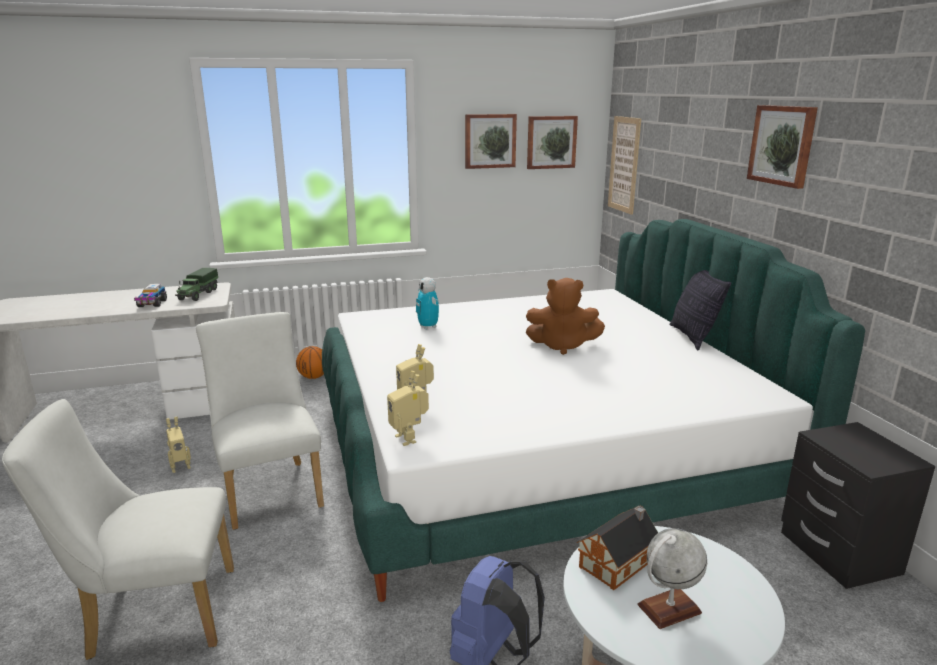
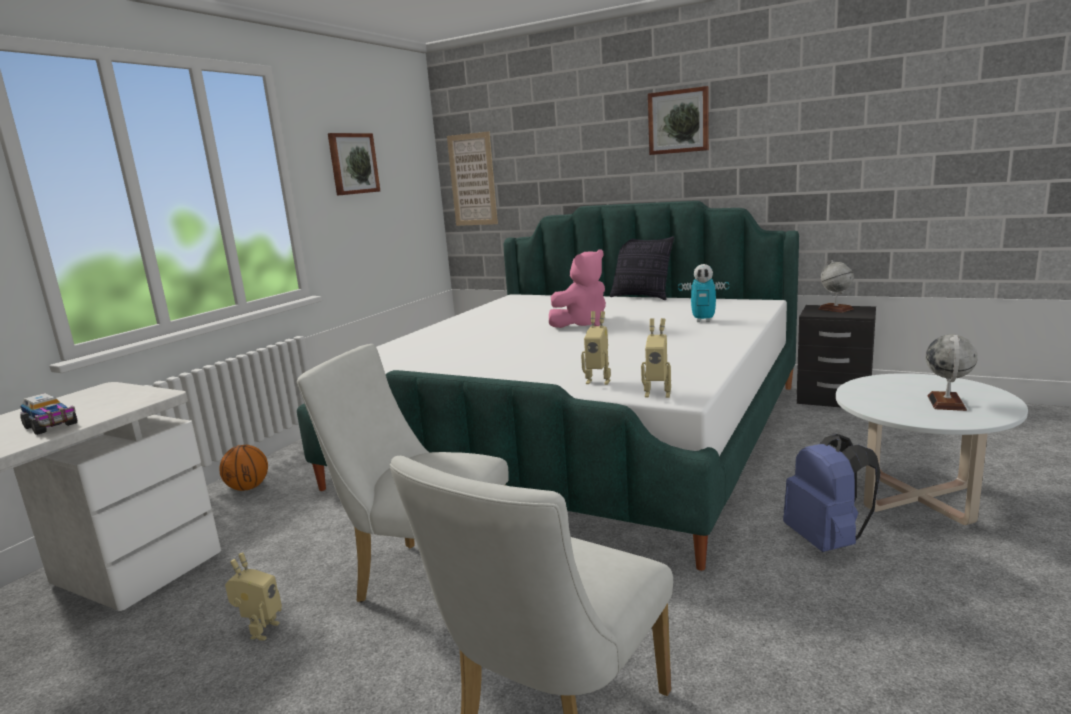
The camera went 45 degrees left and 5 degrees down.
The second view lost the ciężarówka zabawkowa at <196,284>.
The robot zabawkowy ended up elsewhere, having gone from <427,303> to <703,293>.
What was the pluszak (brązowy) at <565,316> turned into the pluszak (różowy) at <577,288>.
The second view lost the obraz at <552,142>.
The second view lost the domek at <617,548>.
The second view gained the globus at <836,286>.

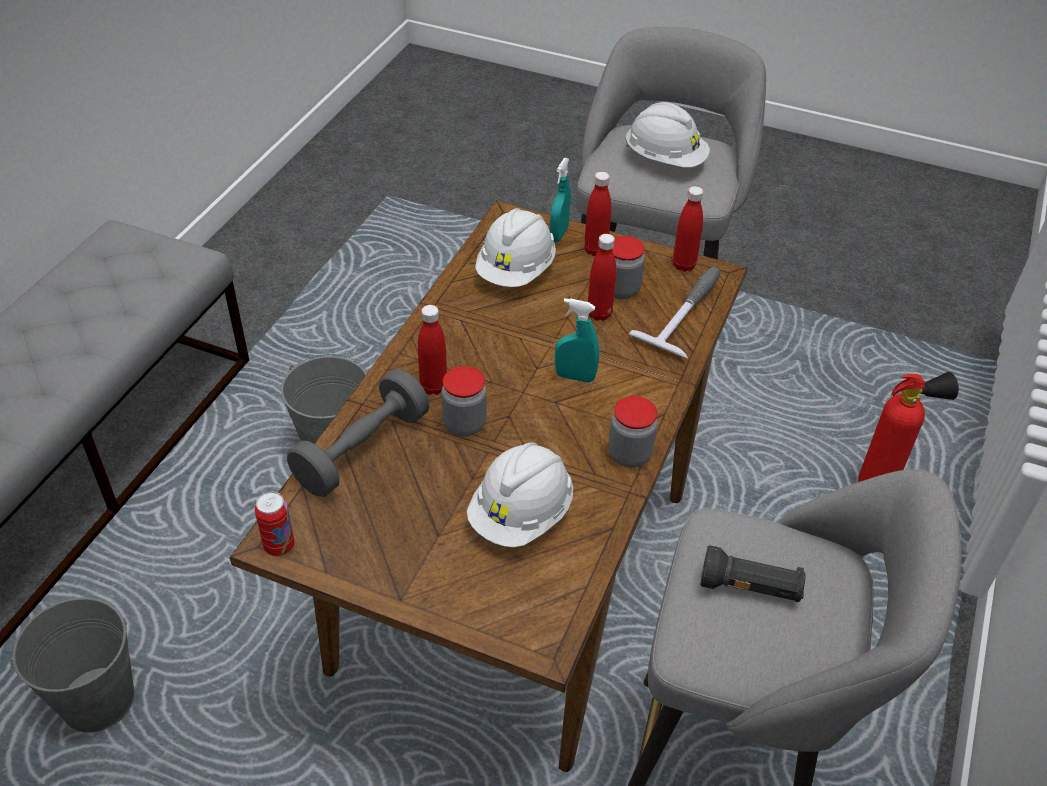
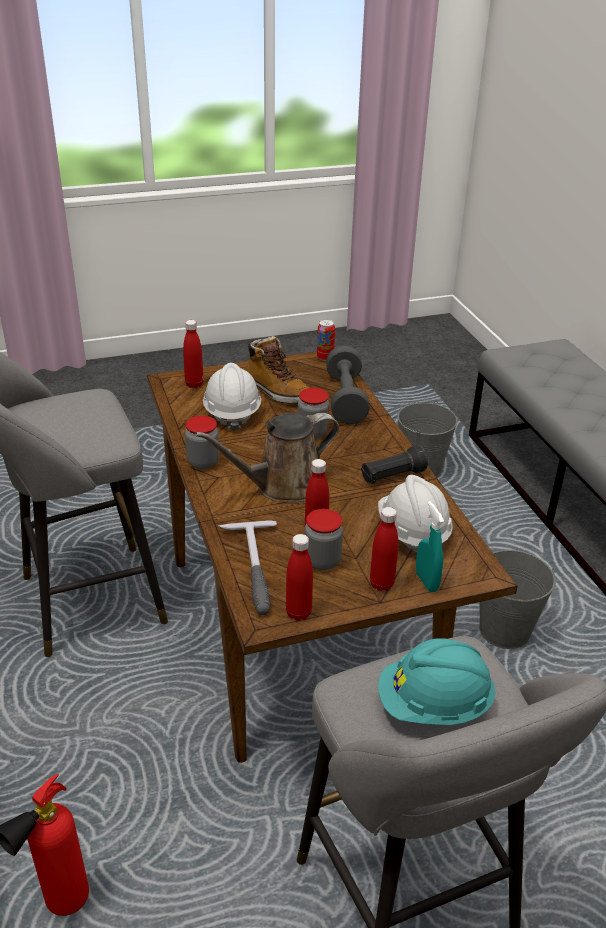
The camera went 140 degrees right and 10 degrees down.
The butelka (czerwony) ended up elsewhere, having gone from <432,350> to <193,354>.
Where the spryskiwacz (turkusowy) stood at <577,340>, the konewka (brązowy) came to stand at <267,457>.
What was the kask (biały) at <667,135> turned into the kask (turkusowy) at <437,681>.
The latarka (czarny) ended up elsewhere, having gone from <753,573> to <394,464>.
The second view gained the but z cholewką at <278,370>.

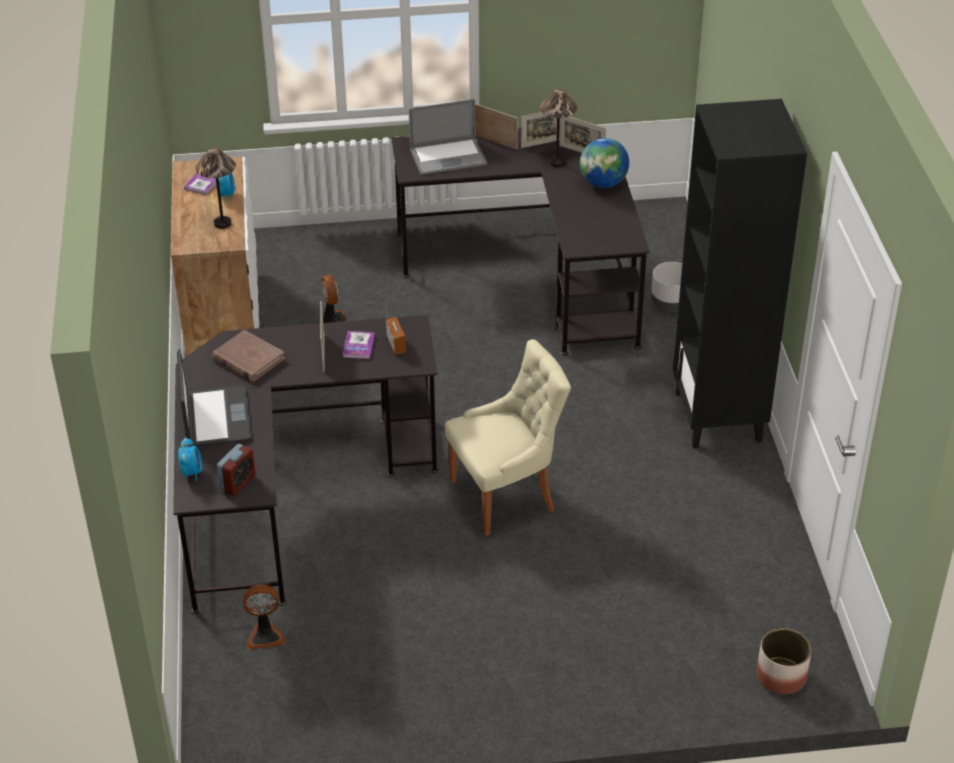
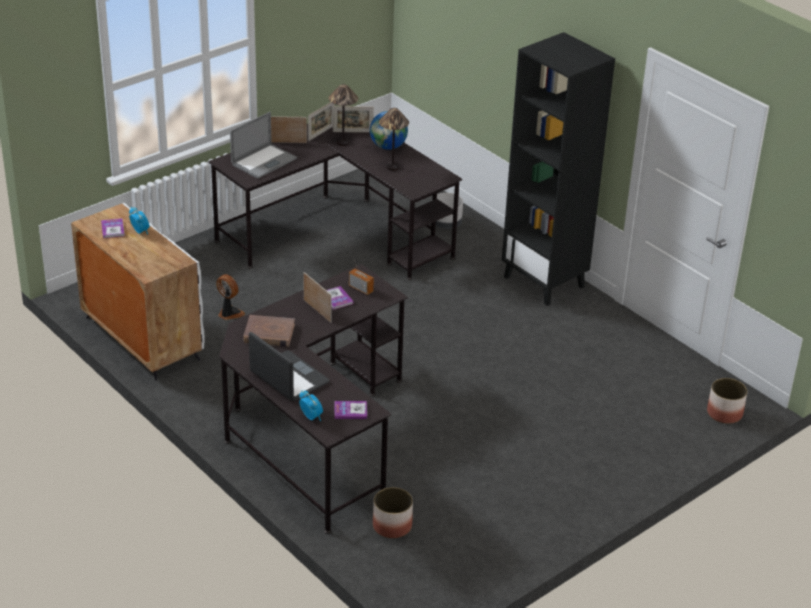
The camera went 35 degrees left and 5 degrees down.
The lampa stołowa ended up elsewhere, having gone from <215,188> to <394,139>.
Where the budzik stood at <236,470>, the książka came to stand at <351,410>.
Where the wentylator stood at <264,617>, the donica came to stand at <393,512>.
The second view lost the krzesło (beżowy) at <508,437>.

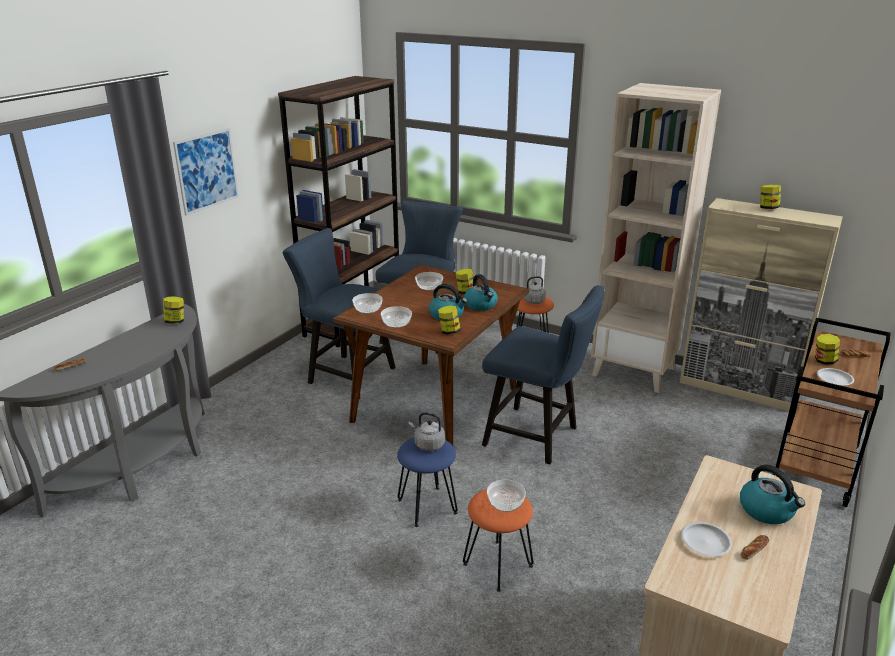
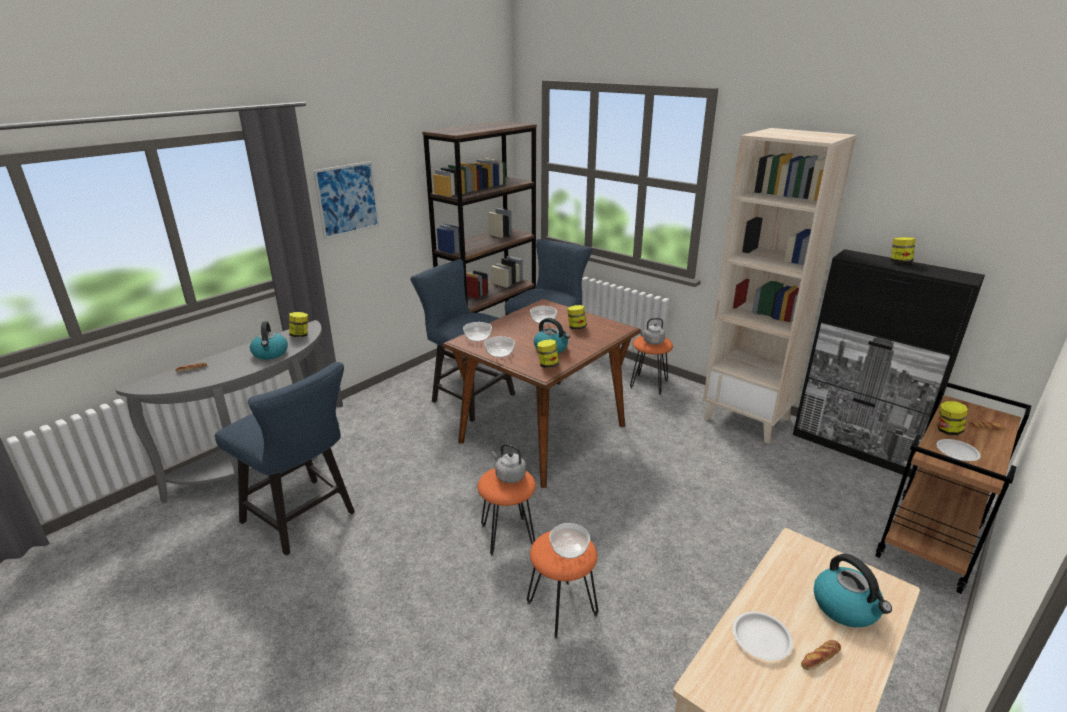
The camera went 10 degrees right and 0 degrees up.
What was the stołek (niebieski) at <427,482> turned into the stołek (pomarańczowy) at <506,512>.
The czajnik ended up elsewhere, having gone from <481,292> to <269,340>.
The krzesło (niebieski) ended up elsewhere, having gone from <543,374> to <285,459>.
What was the szafka (beżowy) at <761,304> turned into the szafka (czarny) at <889,363>.

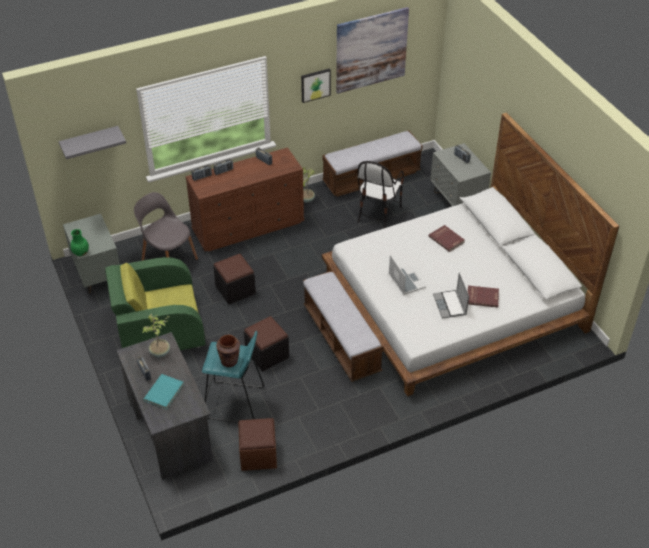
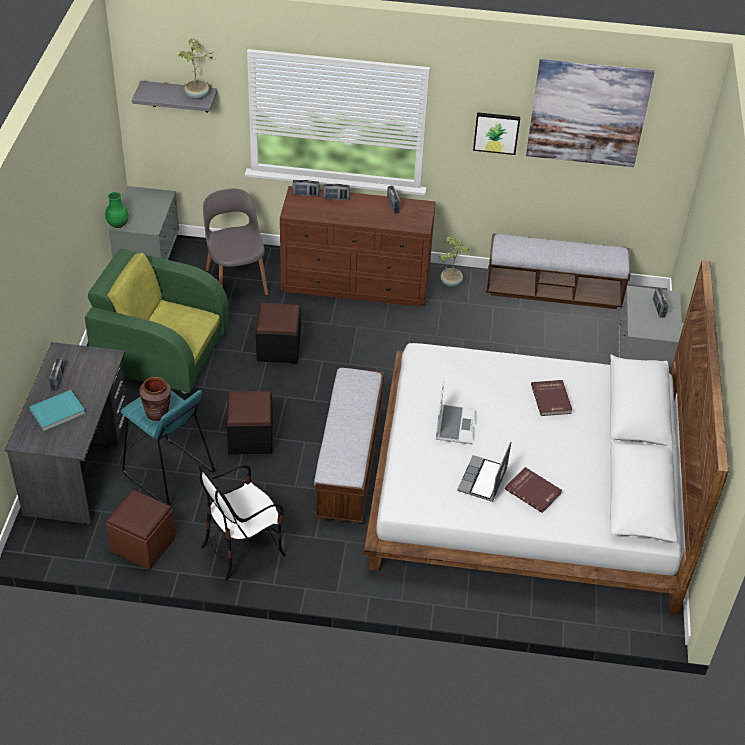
The camera went 30 degrees right and 0 degrees up.
The roślina doniczkowa ended up elsewhere, having gone from <156,335> to <197,69>.
The krzesło ended up elsewhere, having gone from <380,194> to <242,523>.

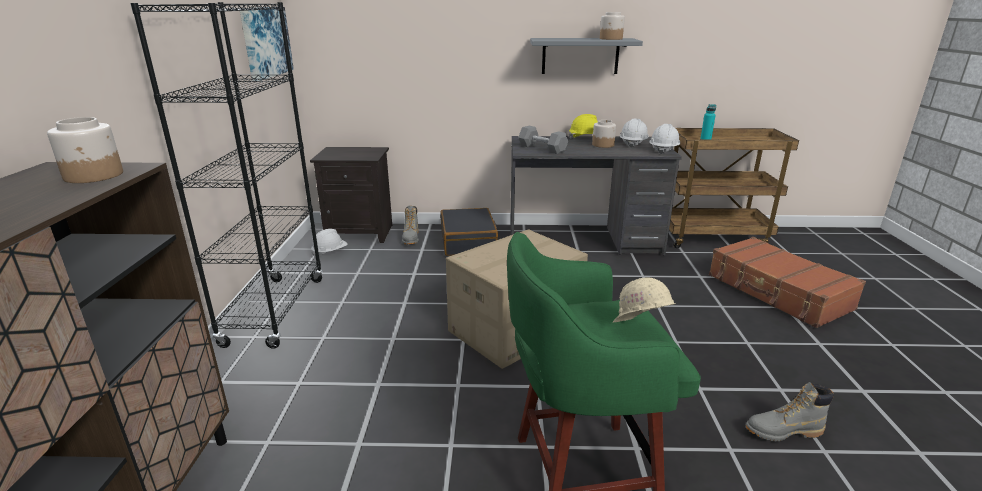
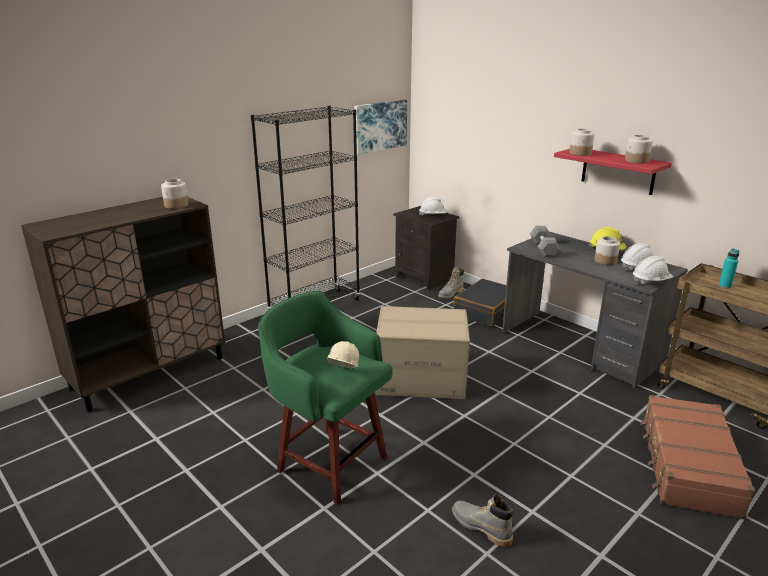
The camera went 45 degrees right and 0 degrees up.
The kask (biały) ended up elsewhere, having gone from <329,243> to <433,206>.
What was the półka (szary) at <586,56> turned into the półka (czerwony) at <613,172>.
The second view gained the słoik at <582,142>.

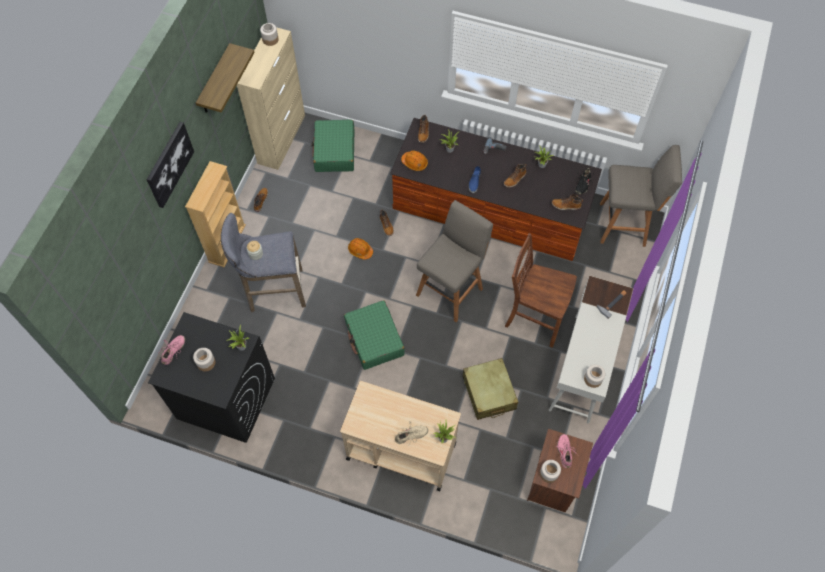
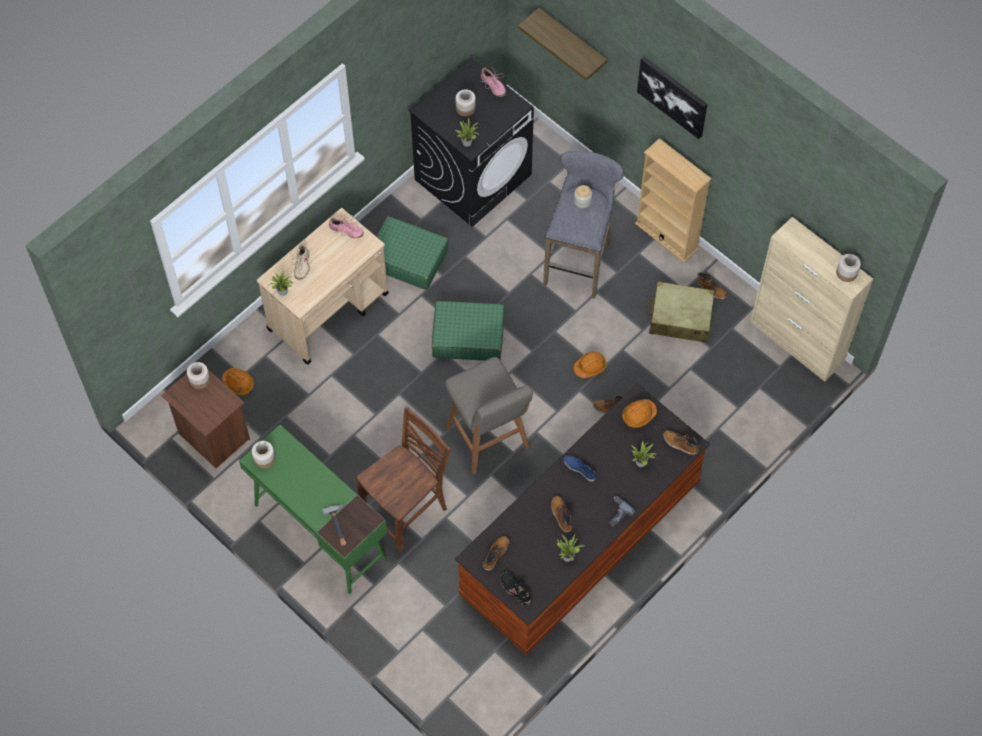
The camera went 115 degrees right and 0 degrees up.
The półka ended up elsewhere, having gone from <225,78> to <562,44>.
The walizka (zielony) ended up elsewhere, having gone from <333,146> to <412,253>.
The walizka (beżowy) ended up elsewhere, having gone from <490,389> to <681,312>.
What was the biurko (biały) at <591,349> turned into the biurko (zielony) at <313,509>.
The but (różowy) ended up elsewhere, having gone from <567,451> to <346,226>.
The second view lost the stołek (szary) at <641,196>.
The second view gained the kask (pomarańczowy) at <238,381>.

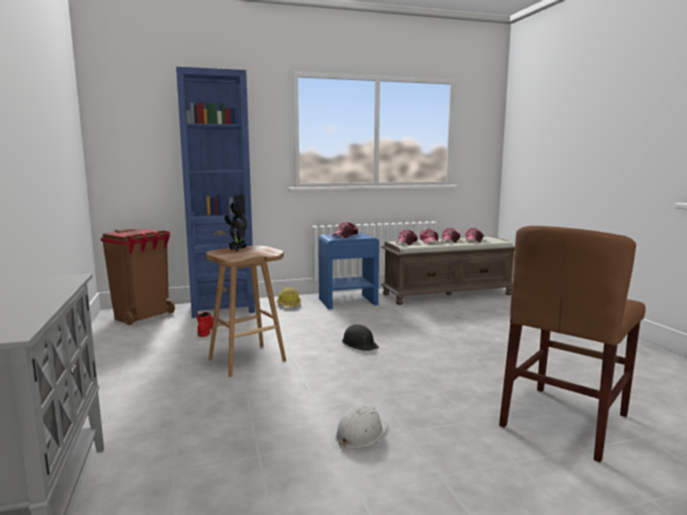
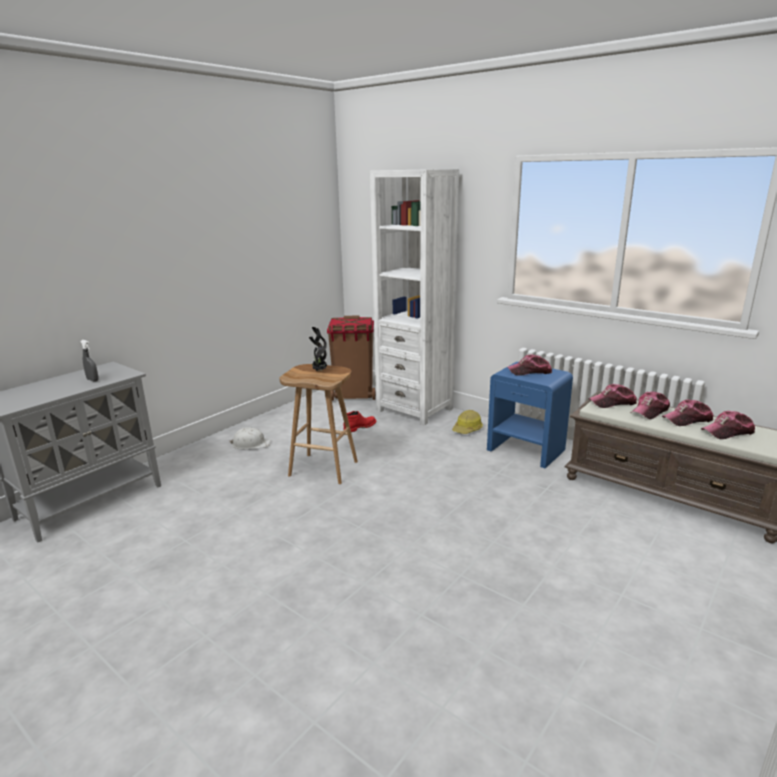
The camera went 55 degrees right and 10 degrees up.
What was the regał (niebieski) at <215,192> turned into the regał (biały) at <414,297>.
The kask (biały) ended up elsewhere, having gone from <361,427> to <250,438>.
The second view lost the kask (czarny) at <360,337>.
The second view lost the krzesło (brązowy) at <572,344>.
The second view gained the spryskiwacz (szary) at <90,361>.

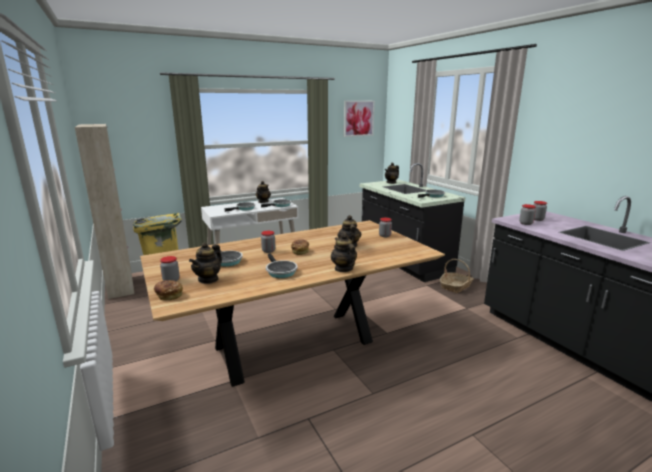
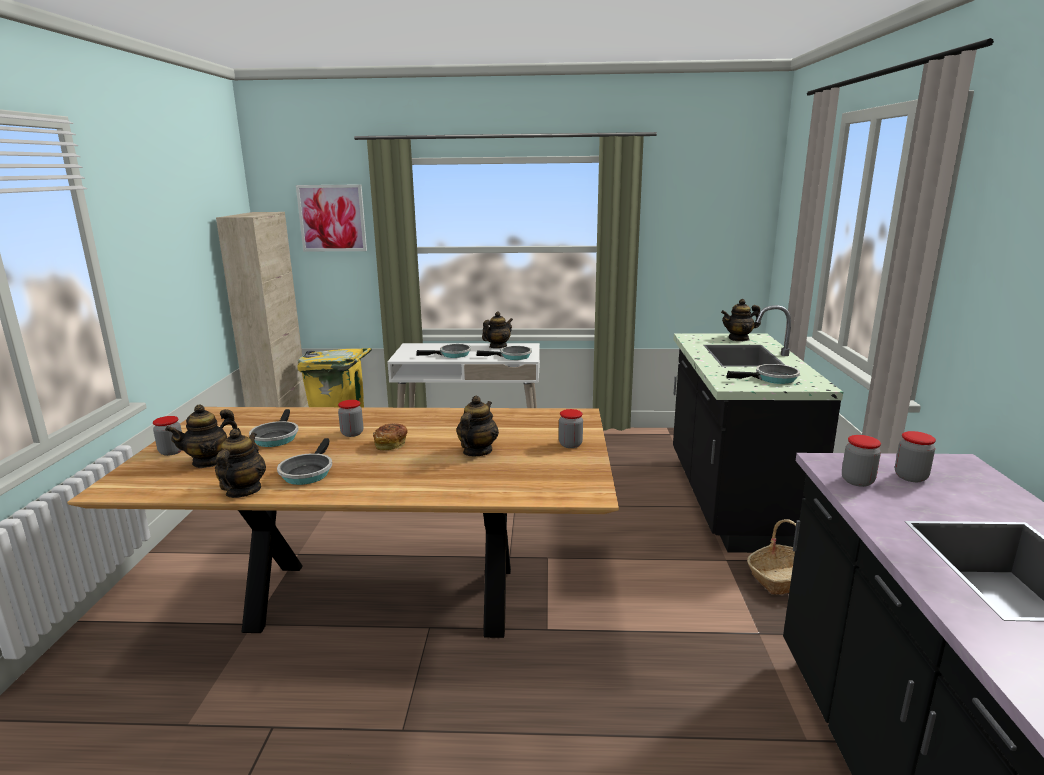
The camera went 30 degrees right and 0 degrees up.
The second view lost the chleb at <168,290>.
The imbryk ended up elsewhere, having gone from <344,252> to <240,463>.
The obraz ended up elsewhere, having gone from <359,119> to <331,217>.

